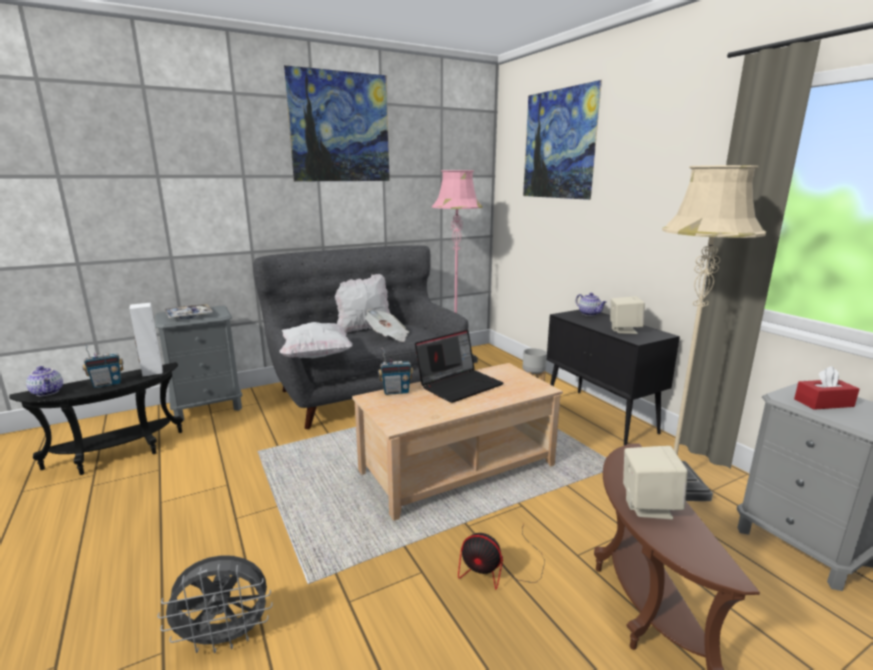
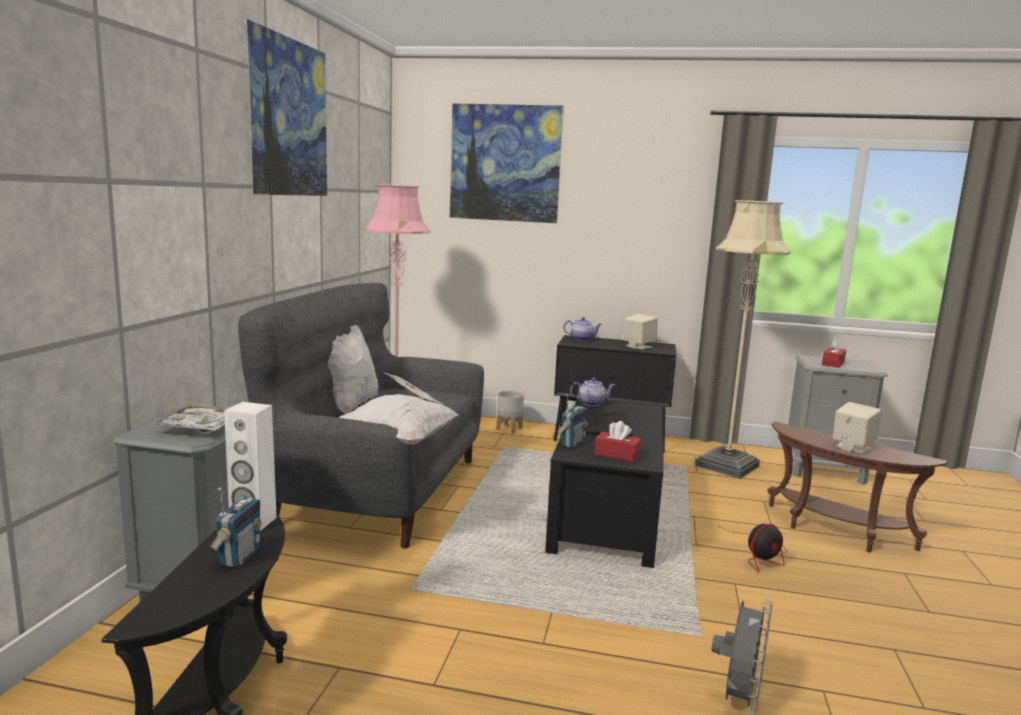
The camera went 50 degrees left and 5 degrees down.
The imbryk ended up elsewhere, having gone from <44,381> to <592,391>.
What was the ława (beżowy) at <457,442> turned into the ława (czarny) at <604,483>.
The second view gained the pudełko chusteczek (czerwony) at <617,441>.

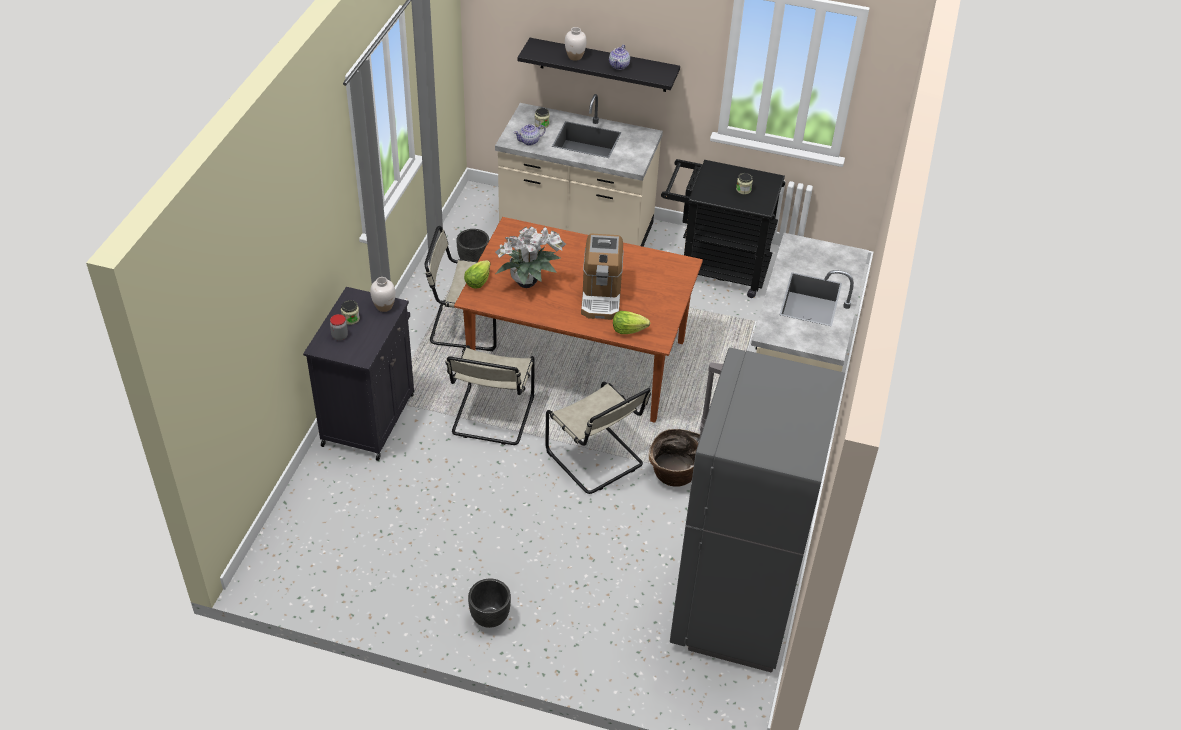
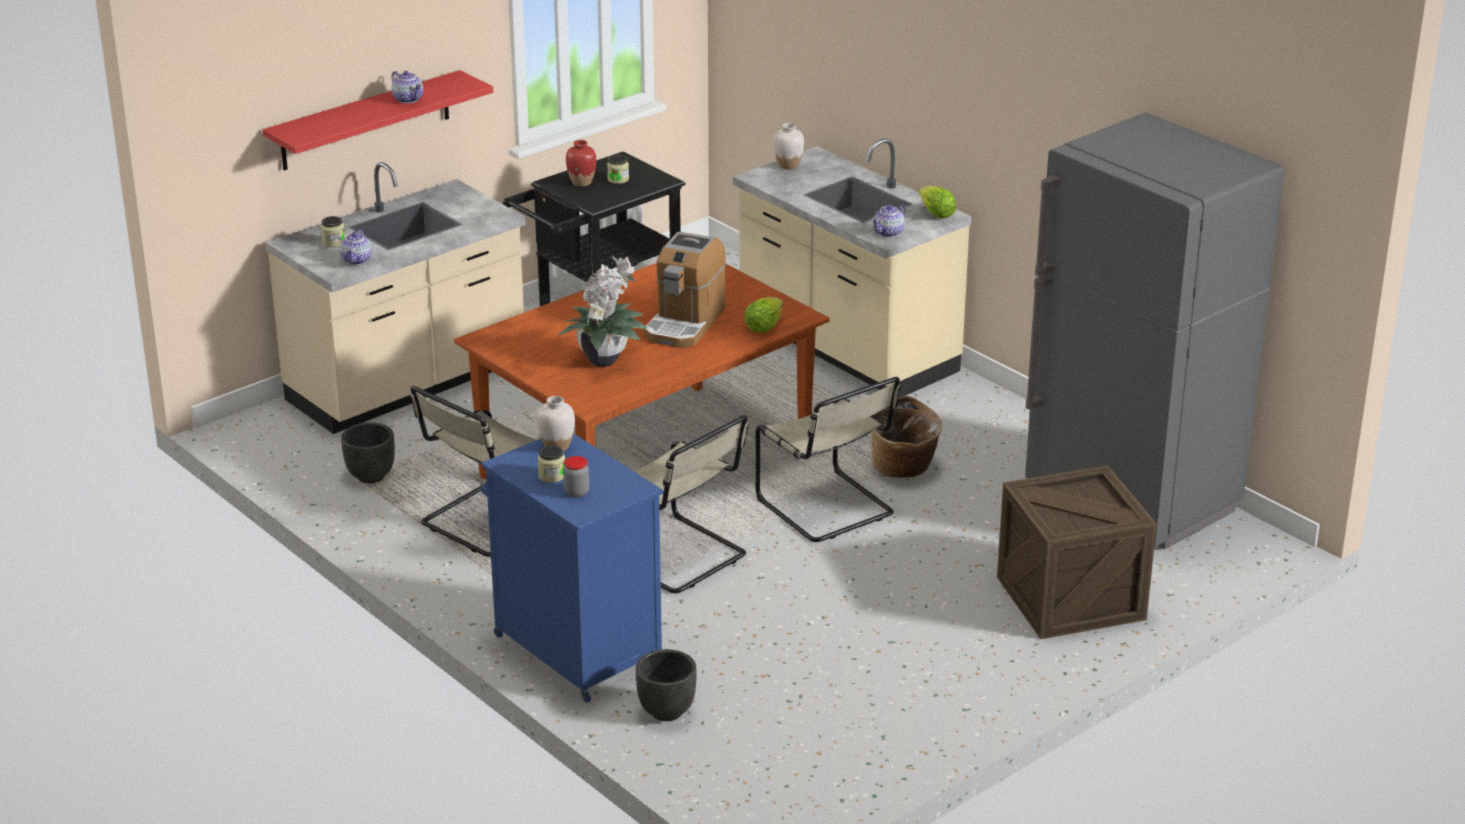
The camera went 55 degrees left and 15 degrees down.
What was the szafka (czarny) at <358,374> turned into the szafka (niebieski) at <572,568>.
The sałata ended up elsewhere, having gone from <477,274> to <937,202>.
The donica (czarny) ended up elsewhere, having gone from <489,603> to <666,685>.
What was the półka (czarny) at <599,65> turned into the półka (czerwony) at <378,120>.
The krzesło (beżowy) at <598,438> ended up facing another way, 60 degrees clockwise from before.
The wazon (biały) ended up elsewhere, having gone from <576,44> to <788,146>.
The ekspres do kawy at <602,276> ended up facing another way, 75 degrees clockwise from before.
The second view gained the wazon (czerwony) at <581,163>.
The second view gained the imbryk at <889,221>.
The second view gained the skrzynka at <1077,552>.

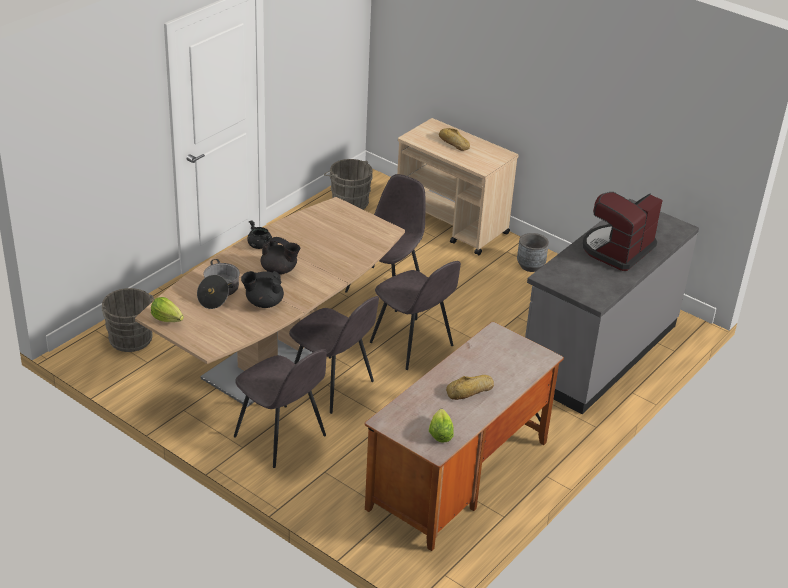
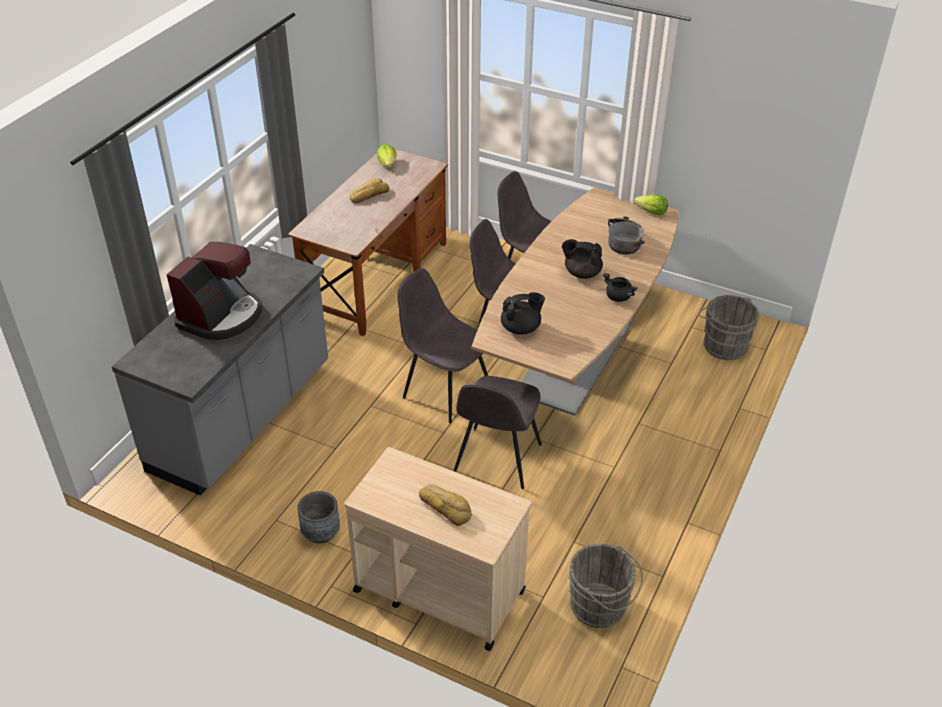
The camera went 170 degrees right and 5 degrees up.
The imbryk (czarny) ended up elsewhere, having gone from <262,289> to <523,313>.

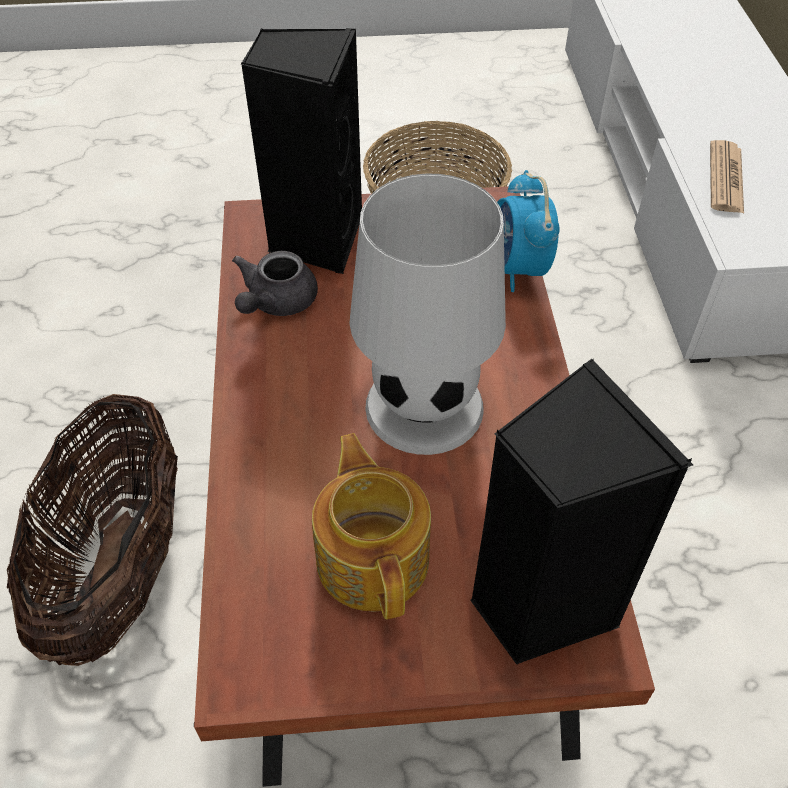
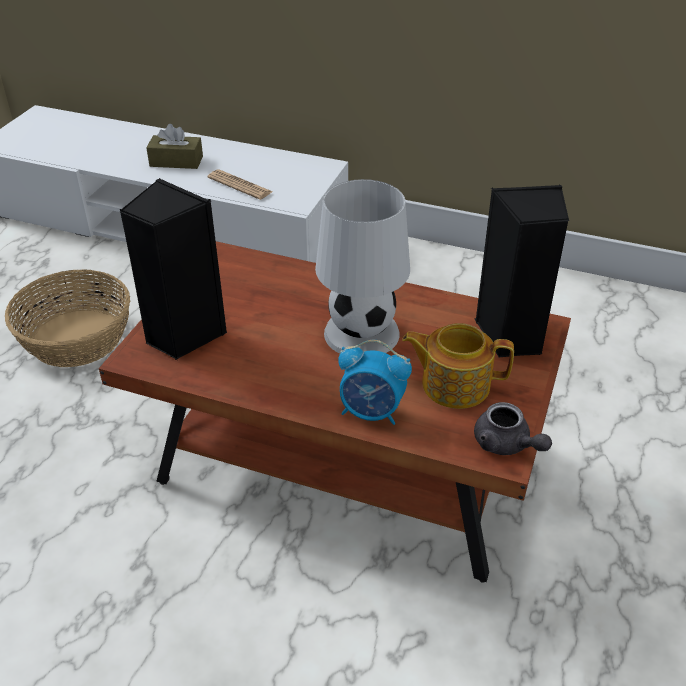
The camera went 65 degrees left and 10 degrees down.
The second view lost the koszyk at <92,530>.
The imbryk (szary) ended up elsewhere, having gone from <275,283> to <513,428>.
The budzik ended up elsewhere, having gone from <528,231> to <375,382>.
The second view gained the pudełko chusteczek (brązowy) at <174,146>.

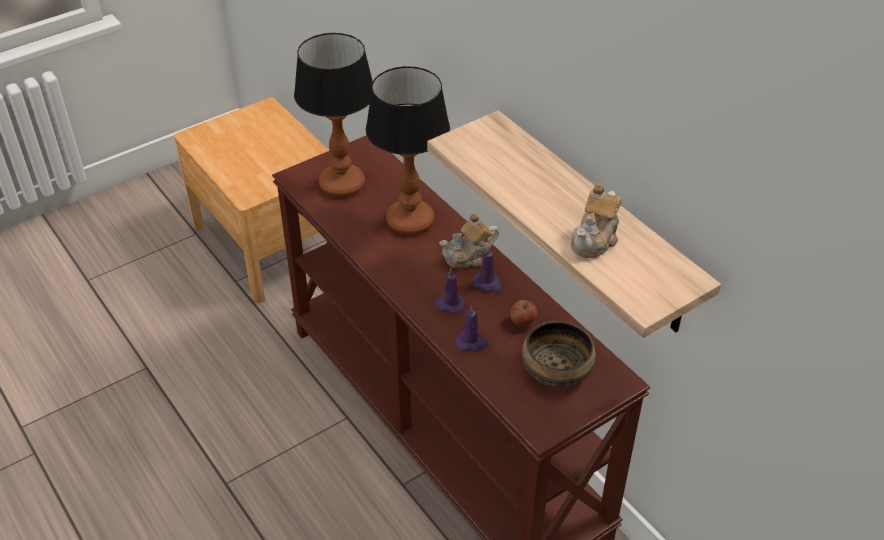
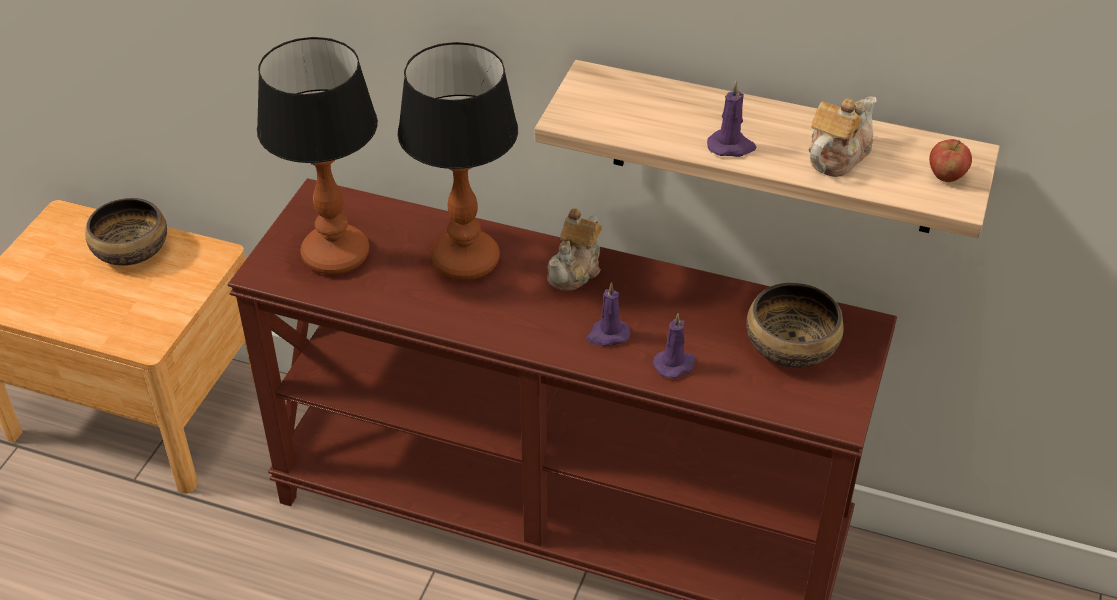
The camera went 35 degrees left and 0 degrees up.
The świeca (fioletowy) ended up elsewhere, having gone from <487,269> to <731,119>.
The jabłko ended up elsewhere, having gone from <523,313> to <950,160>.
The imbryk at <596,221> ended up facing another way, 135 degrees counterclockwise from before.
The second view gained the miska at <126,232>.

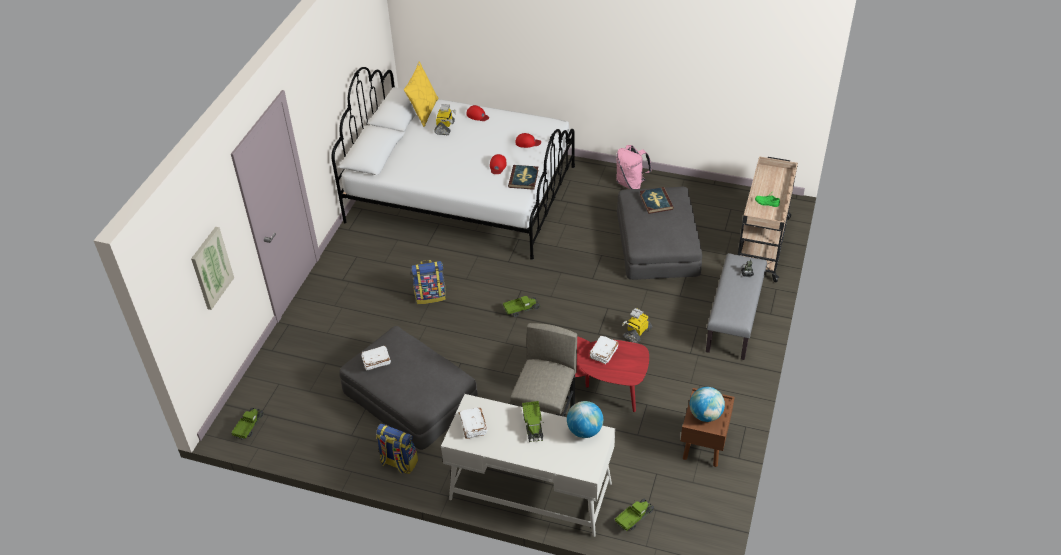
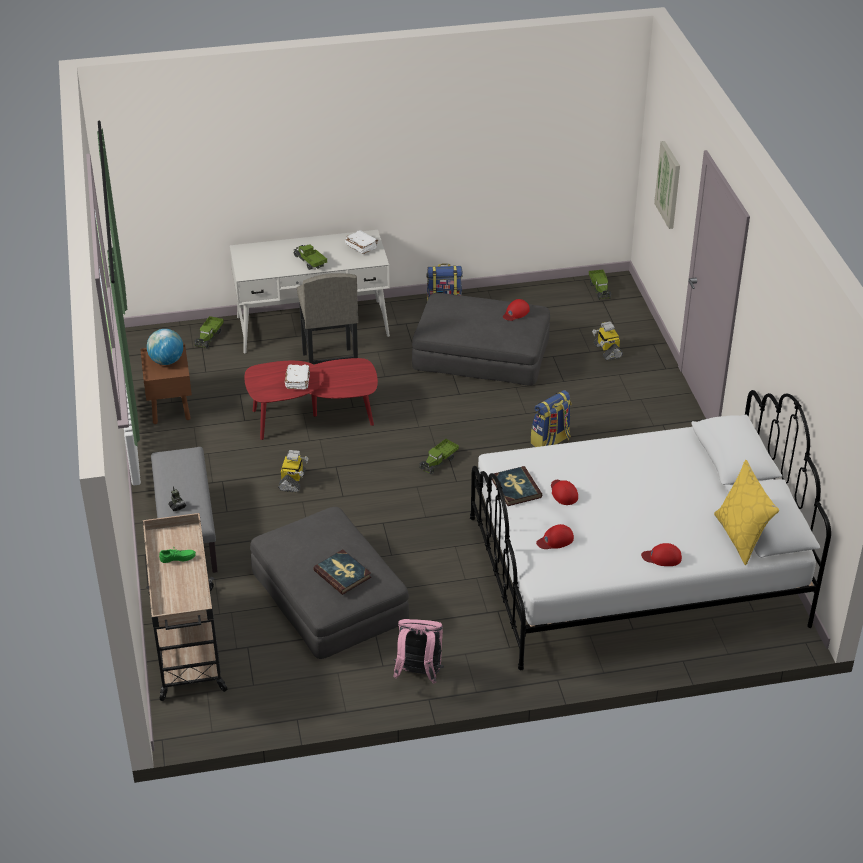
The camera went 150 degrees right and 5 degrees down.
Where the książka (biały) stood at <376,358>, the czapka z daszkiem (czerwony) came to stand at <516,310>.
The robot zabawkowy ended up elsewhere, having gone from <445,119> to <607,341>.
The second view lost the globus at <585,419>.

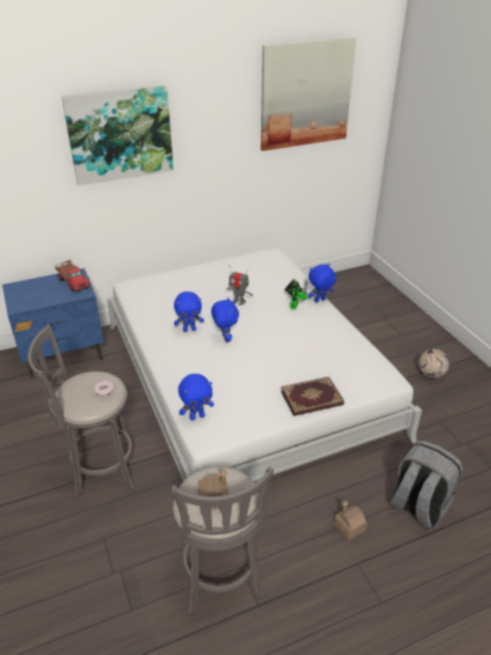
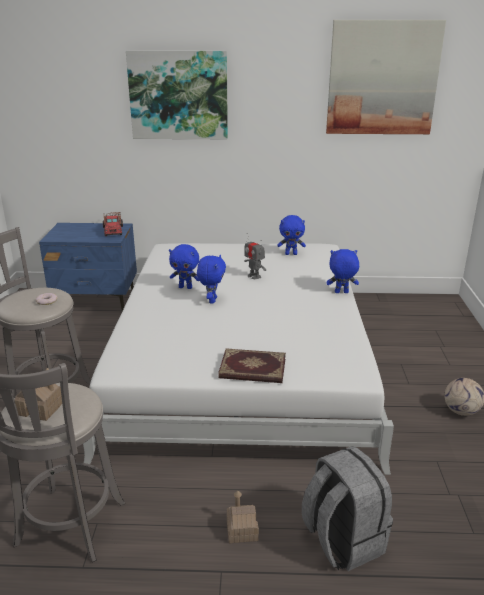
The camera went 25 degrees right and 10 degrees down.
The pluszak (niebieski) ended up elsewhere, having gone from <196,397> to <291,235>.
The second view lost the robot zabawkowy at <296,294>.

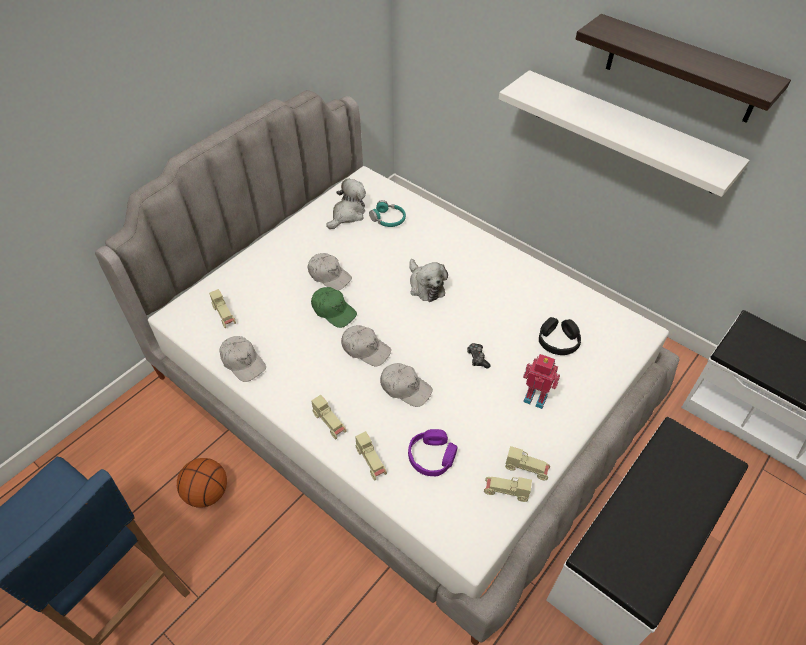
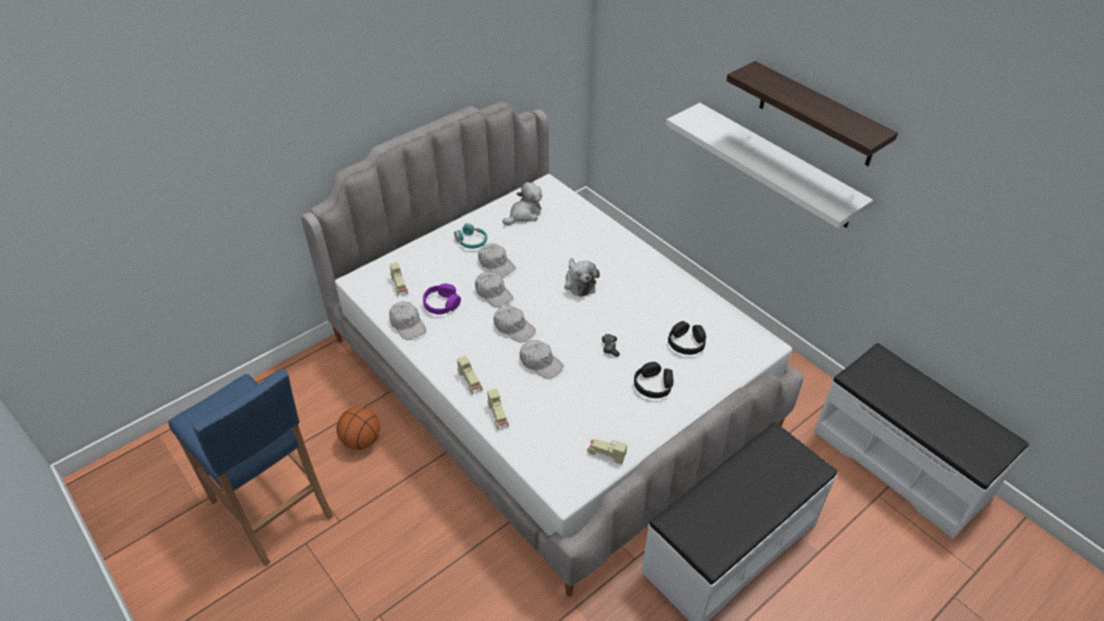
The camera went 10 degrees right and 5 degrees down.
What was the czapka z daszkiem (zielony) at <334,307> turned into the czapka z daszkiem (biały) at <494,290>.
The słuchawki (turkusowy) ended up elsewhere, having gone from <387,213> to <470,235>.
The słuchawki (fioletowy) ended up elsewhere, having gone from <432,453> to <442,299>.
The second view lost the samochodzik (beżowy) at <527,463>.
Where the robot zabawkowy stood at <541,381>, the słuchawki (czarny) came to stand at <653,380>.

